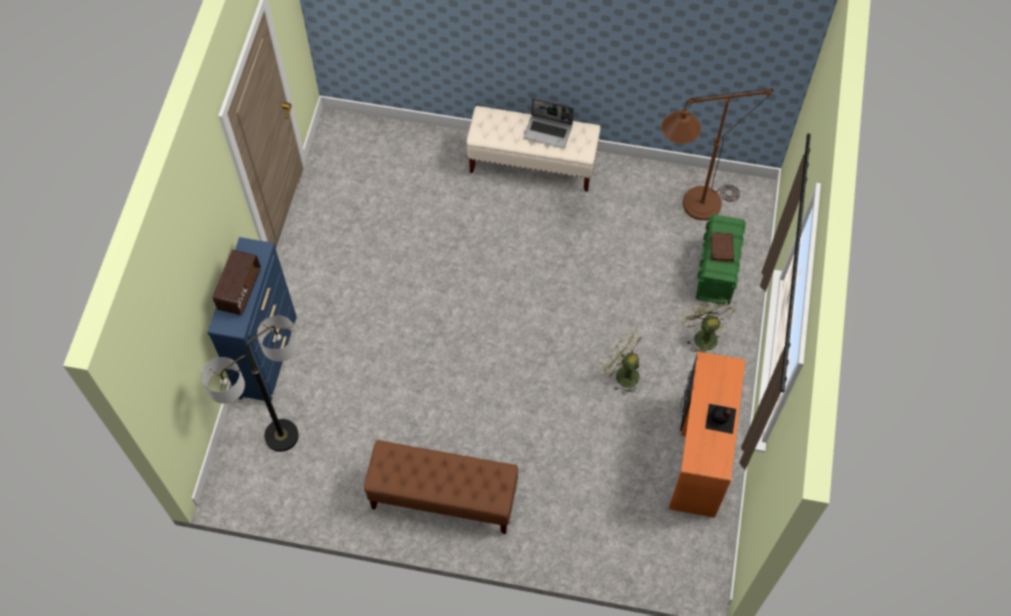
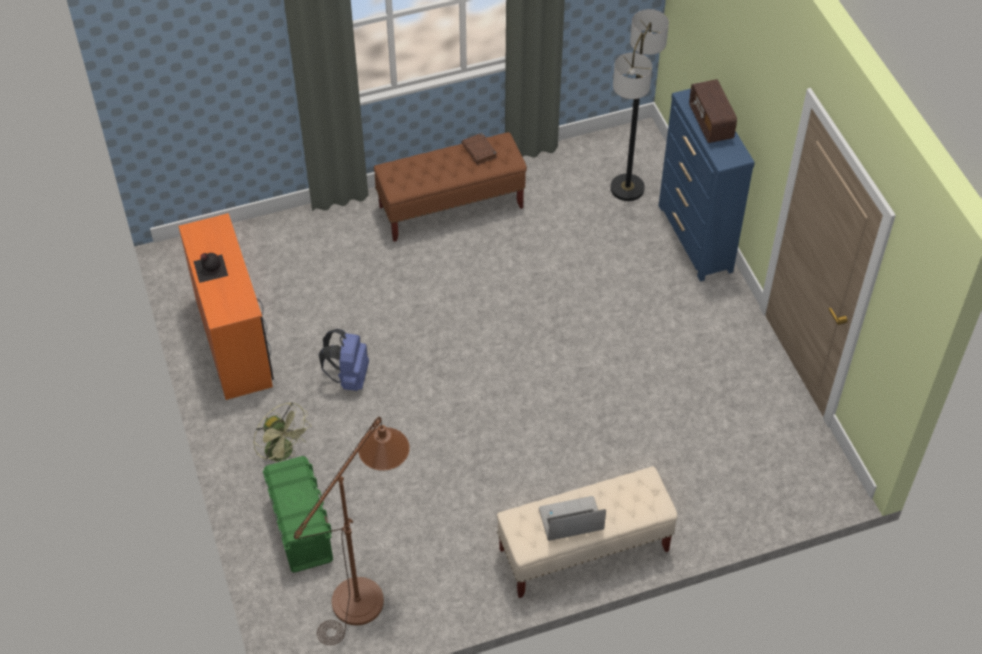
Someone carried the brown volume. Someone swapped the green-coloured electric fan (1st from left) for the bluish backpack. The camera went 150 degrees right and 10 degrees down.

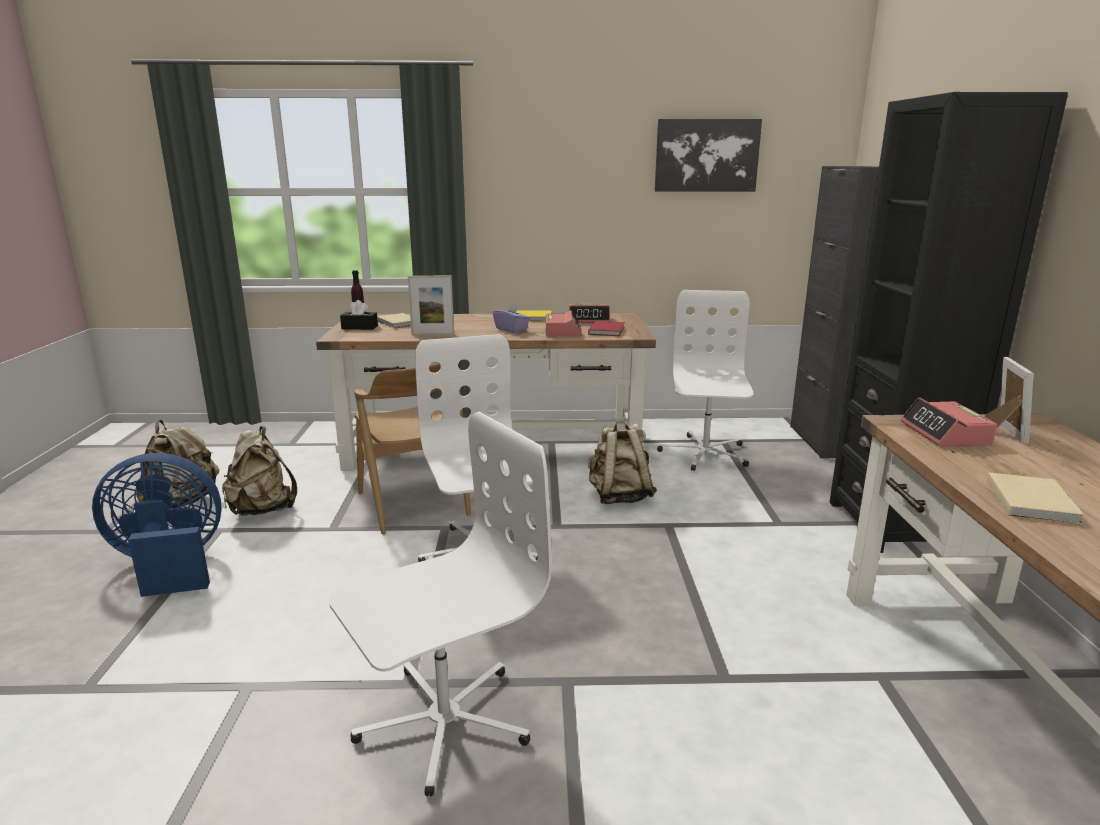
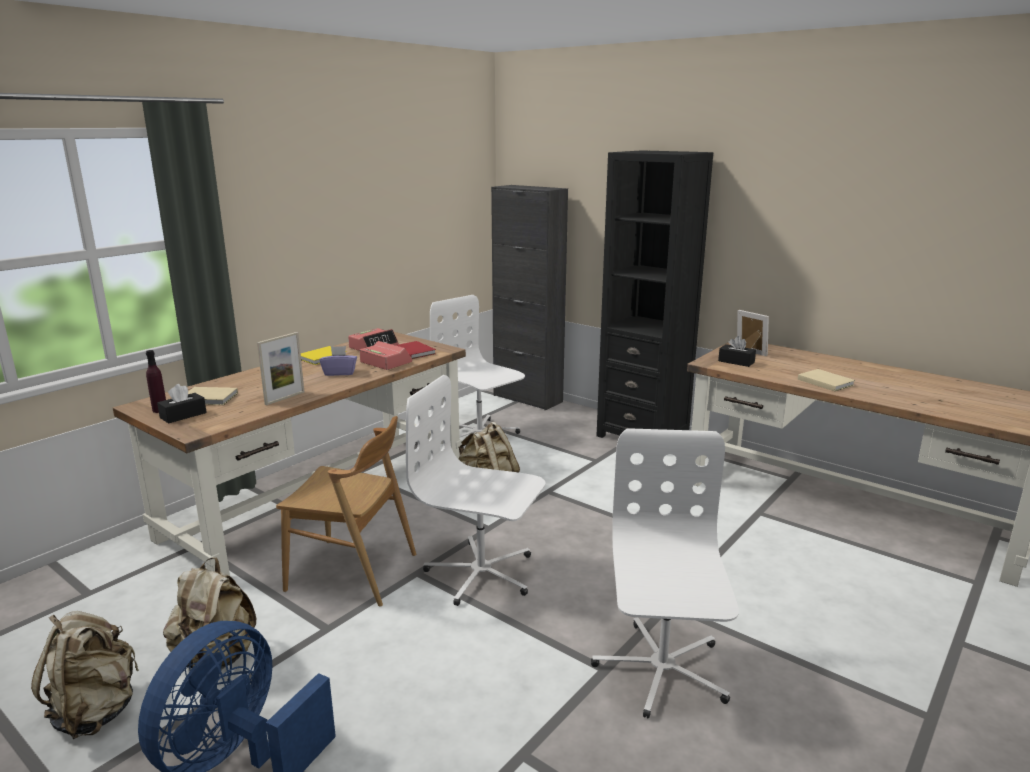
Someone took away the wall art. Someone swapped the alarm clock (3rd from left) for the blackish box of tissues (2nd from left). The camera went 50 degrees left and 0 degrees up.

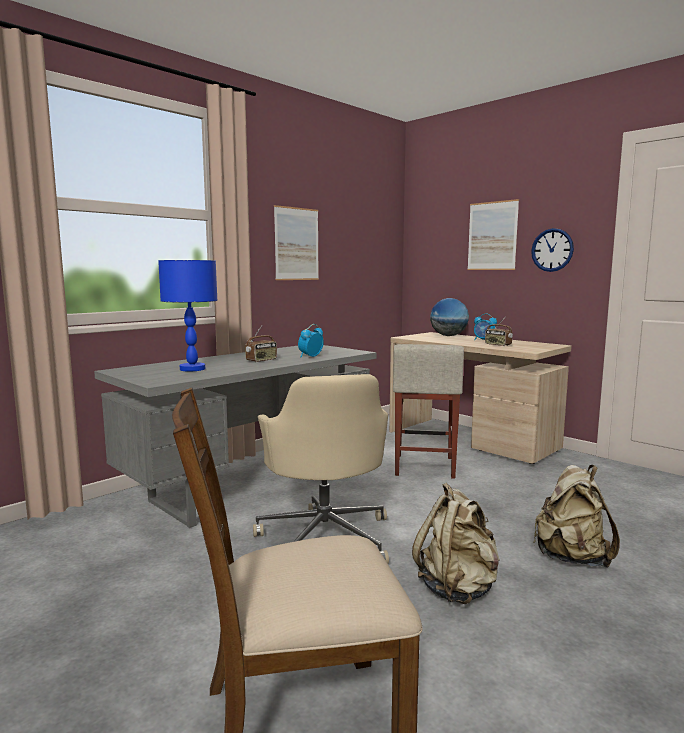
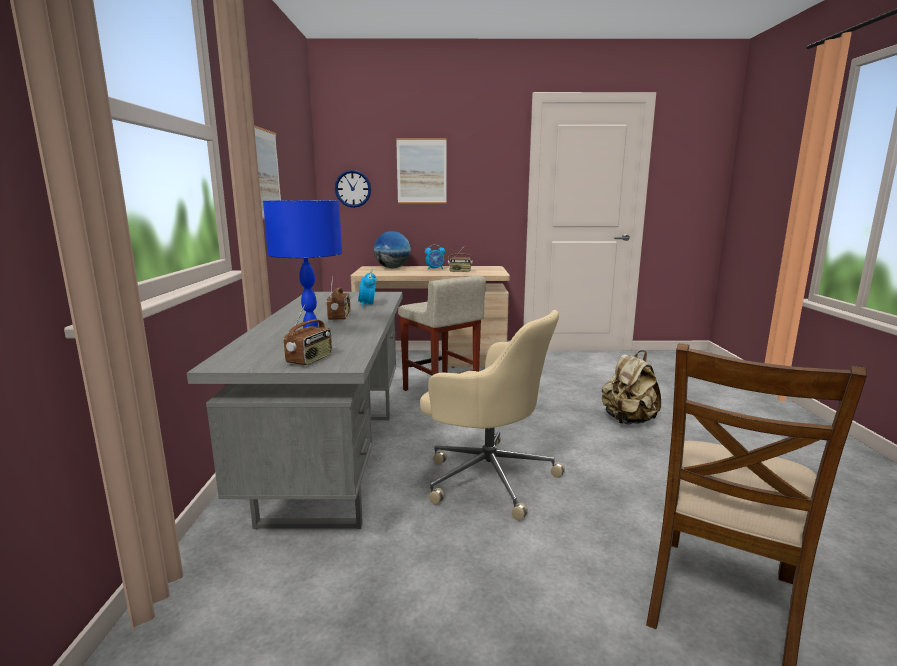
Someone carried the hanging clock. Someone took away the beige-coloured backpack (1st from left). Someone put down the radio (1st from left). The camera went 45 degrees left and 5 degrees up.

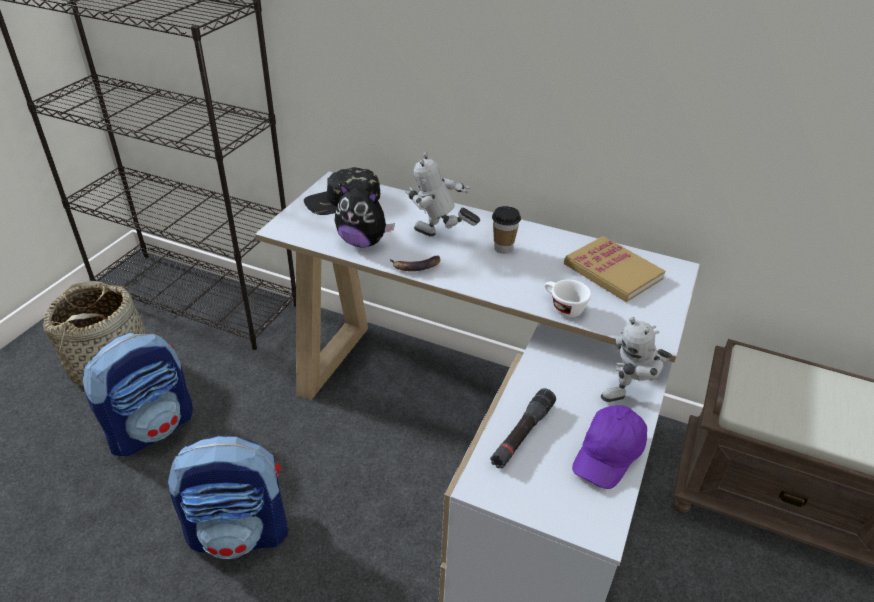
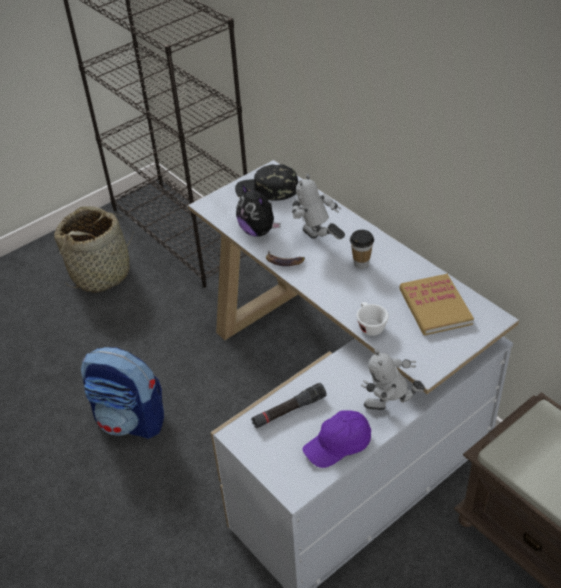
Someone took away the backpack (1st from left). The camera went 30 degrees right and 5 degrees up.

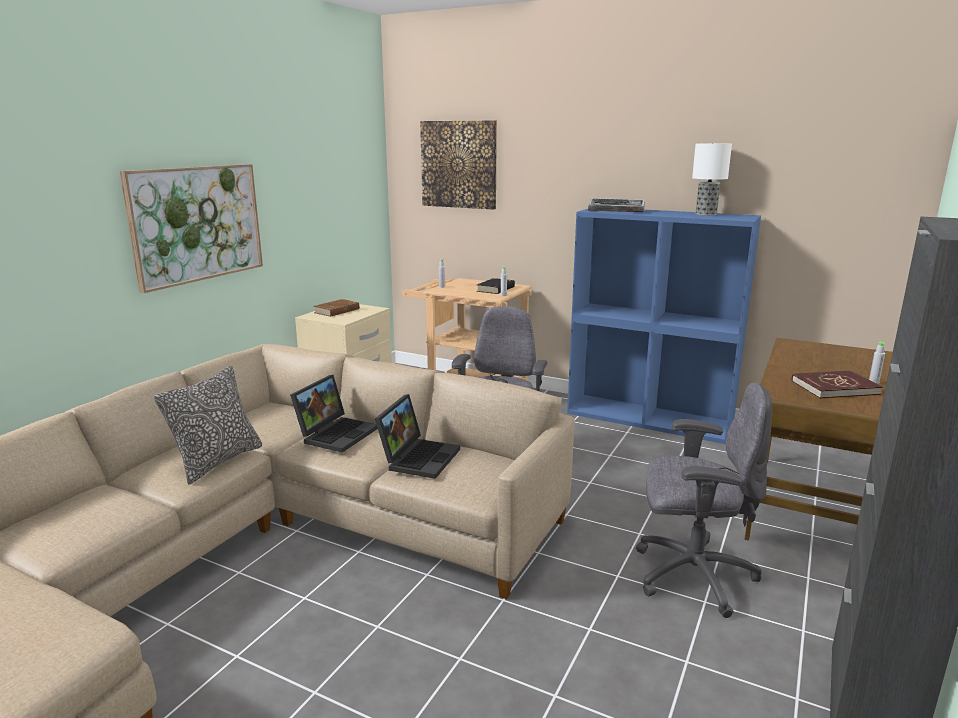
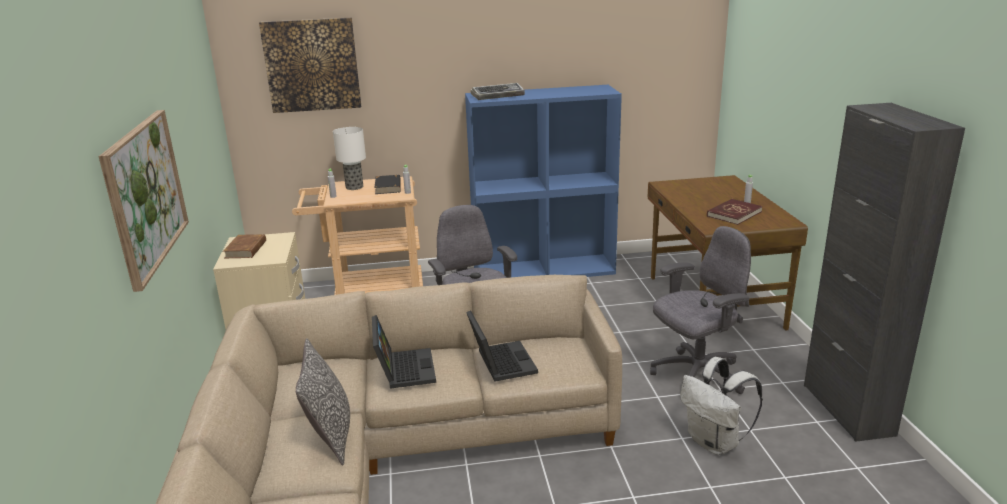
Someone carried the table lamp. Someone put down the whitish backpack. The camera went 35 degrees left and 5 degrees up.

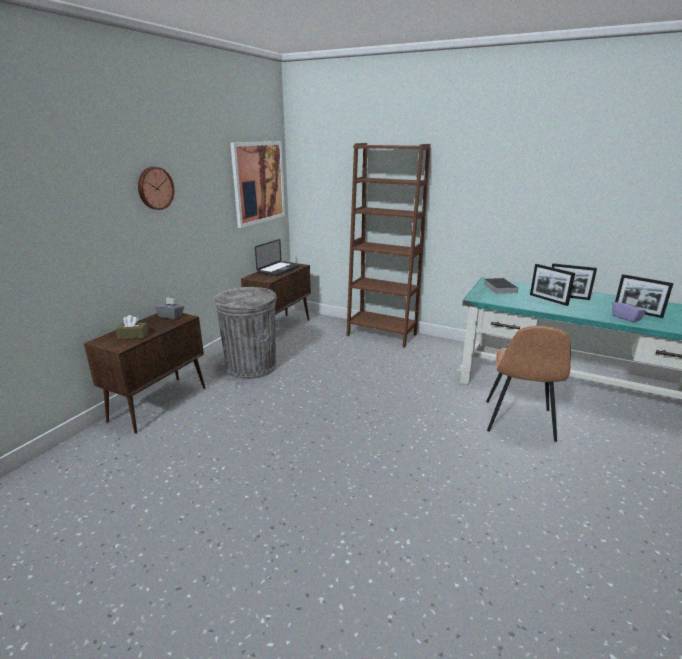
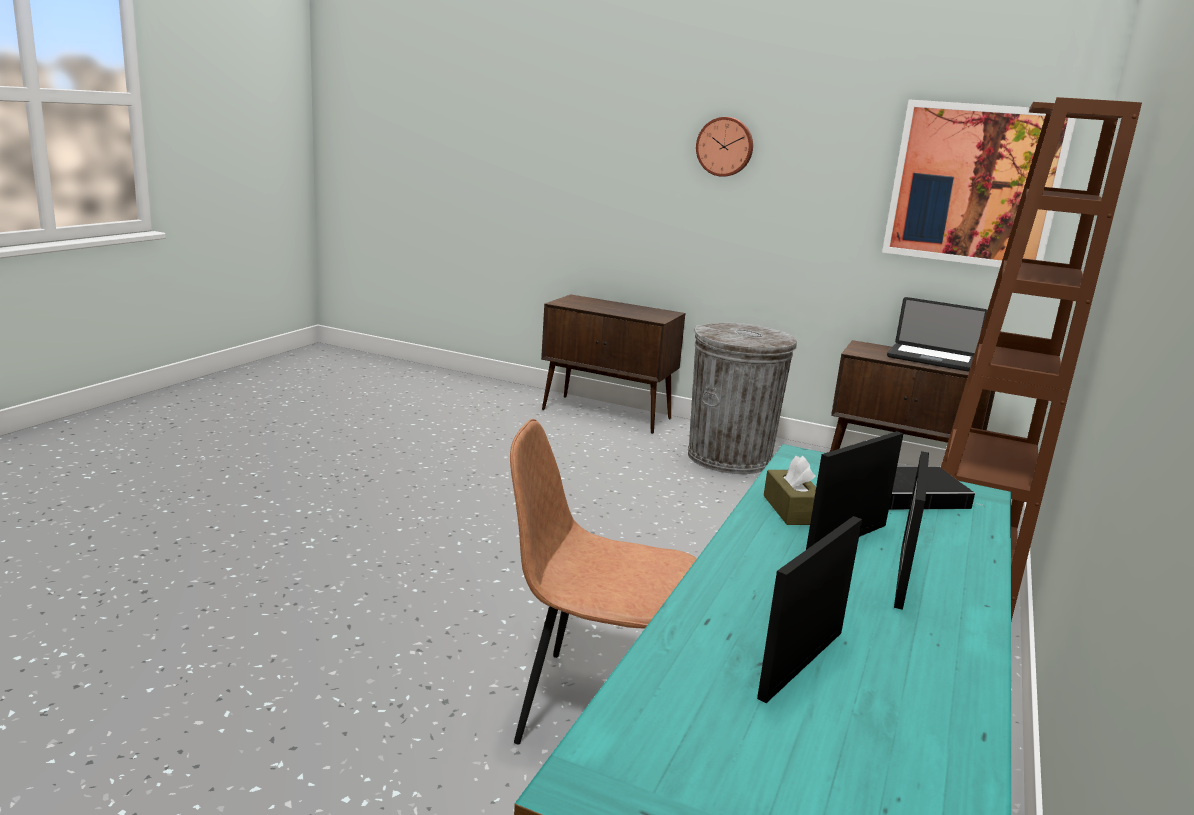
Someone took away the gray box of tissues. Someone took away the purple-coloured box of tissues. Someone carried the brown box of tissues. The camera went 85 degrees right and 5 degrees down.

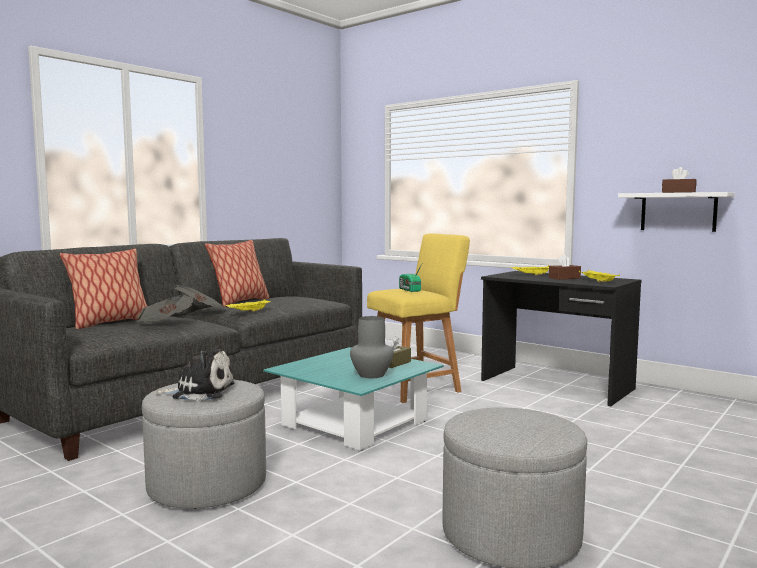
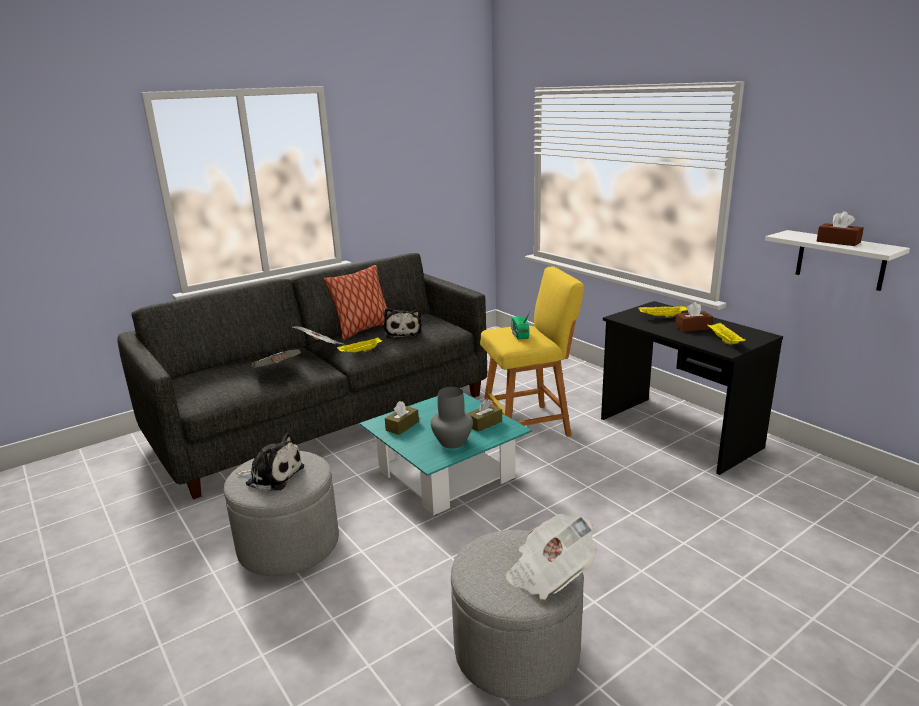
Someone took away the pillow (1st from left). Someone put down the cuddly toy (2nd from left). Someone put down the brown box of tissues (1st from left). Someone put down the newspaper (3rd from left). The camera went 15 degrees right and 15 degrees up.

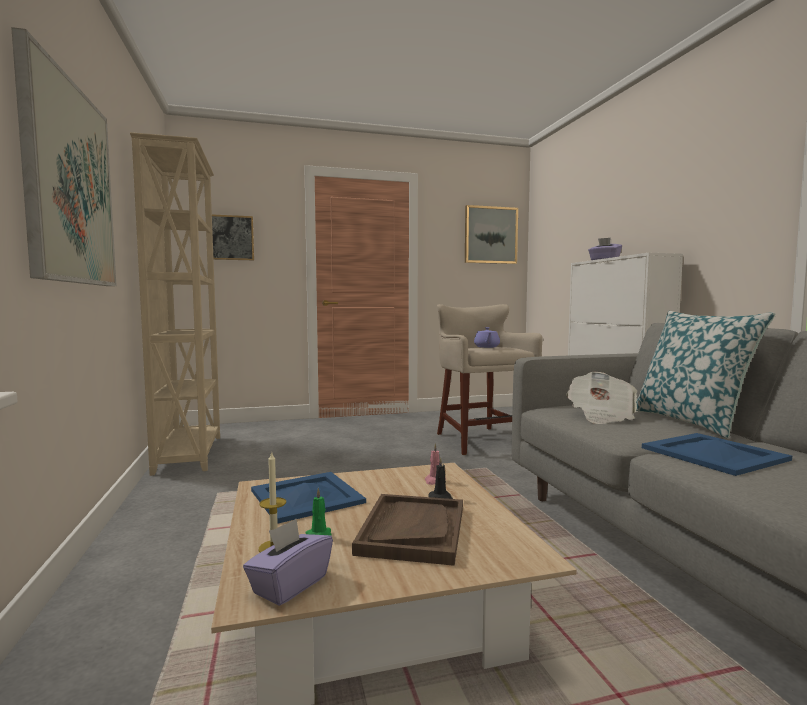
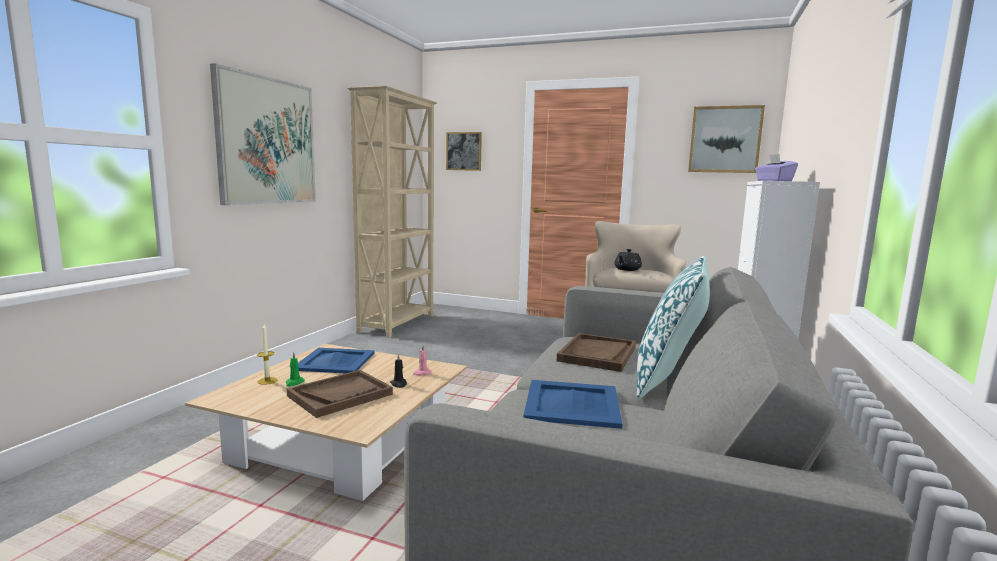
Someone repainted the purple-coloured pot for tea, which became the blackish pot for tea. Someone swapped the newspaper for the brown tray (2nd from left). Someone took away the purple-coloured box of tissues (1st from left). The camera went 35 degrees right and 5 degrees up.

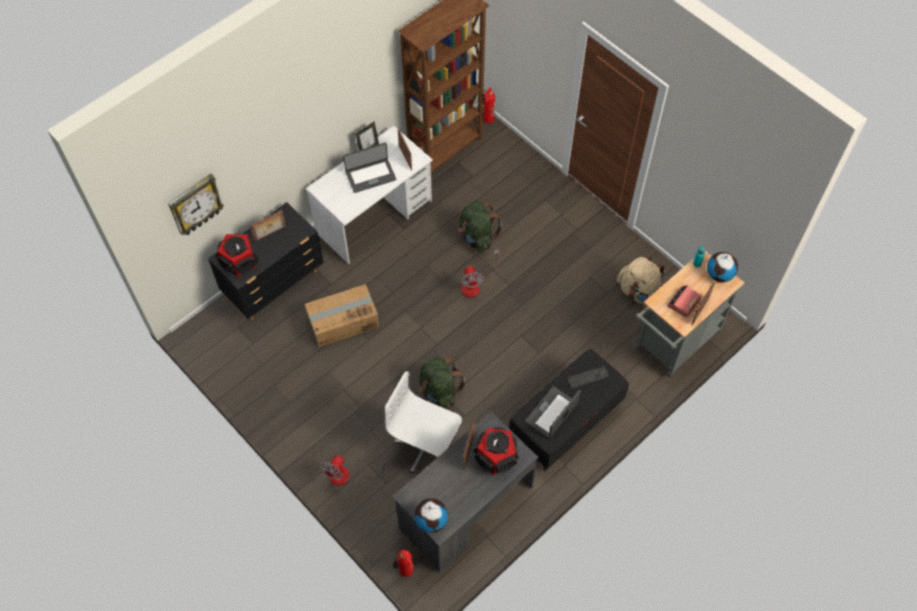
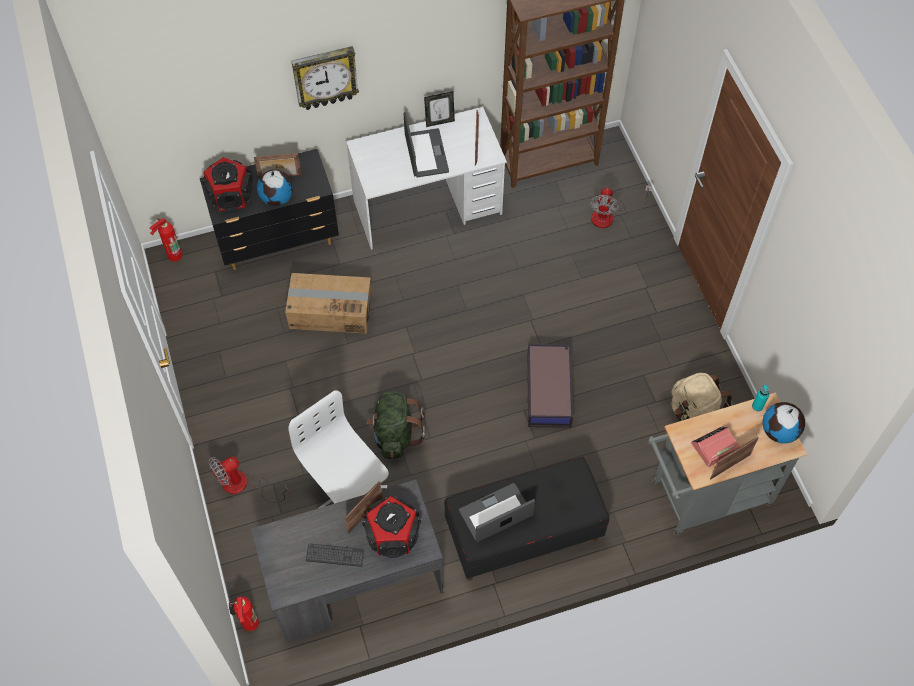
Someone carried the fire-fighting cylinder (2nd from left in the first image). Someone rotated the notebook computer (1st from left) by 105 degrees counterclockwise. Someone carried the hanging clock. Someone took away the green-coloured backpack (2nd from left). Someone carried the electric fan (2nd from left). Someone carried the keyboard. Someone carried the globe (1st from left). Someone put down the storage box. The camera went 25 degrees right and 0 degrees up.

